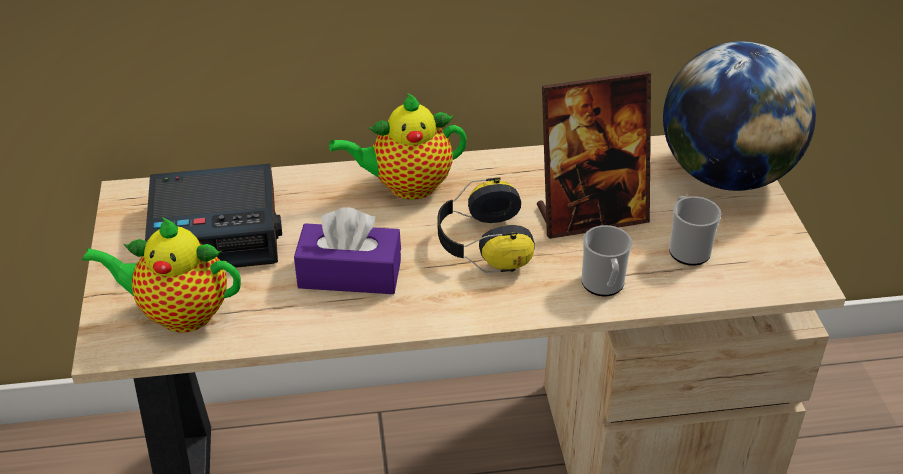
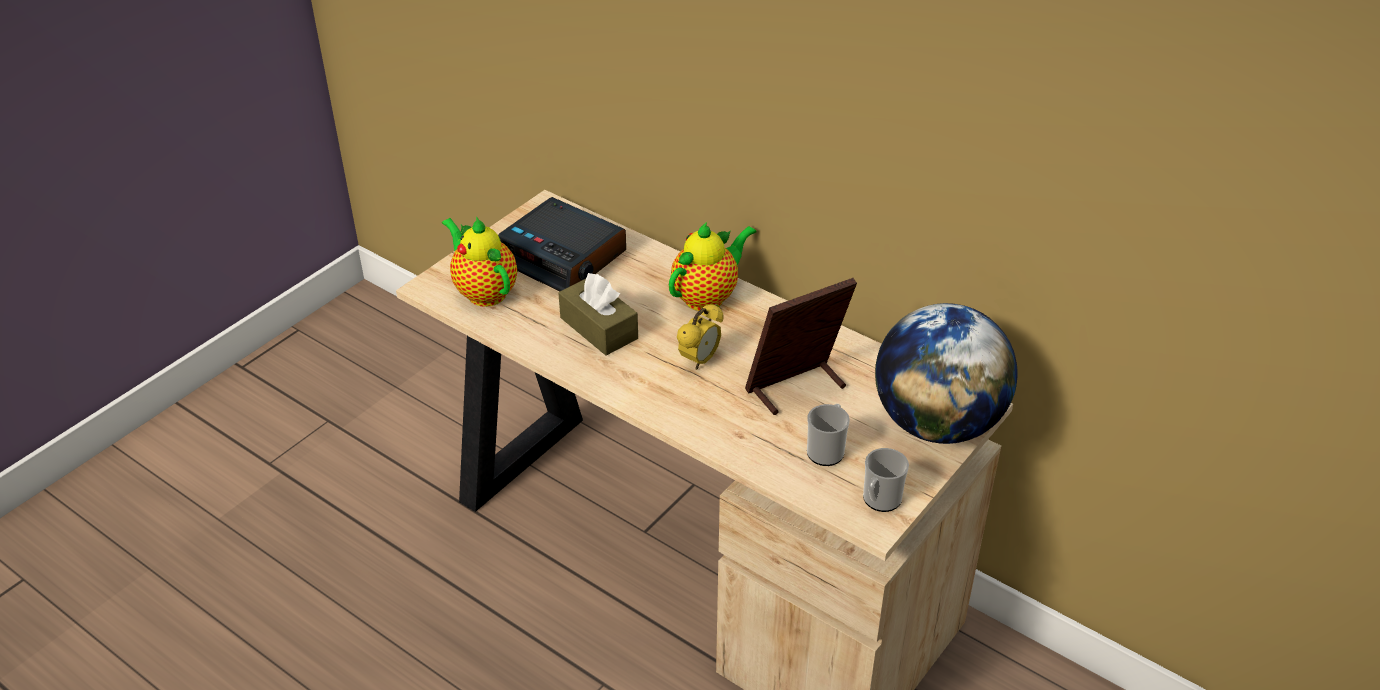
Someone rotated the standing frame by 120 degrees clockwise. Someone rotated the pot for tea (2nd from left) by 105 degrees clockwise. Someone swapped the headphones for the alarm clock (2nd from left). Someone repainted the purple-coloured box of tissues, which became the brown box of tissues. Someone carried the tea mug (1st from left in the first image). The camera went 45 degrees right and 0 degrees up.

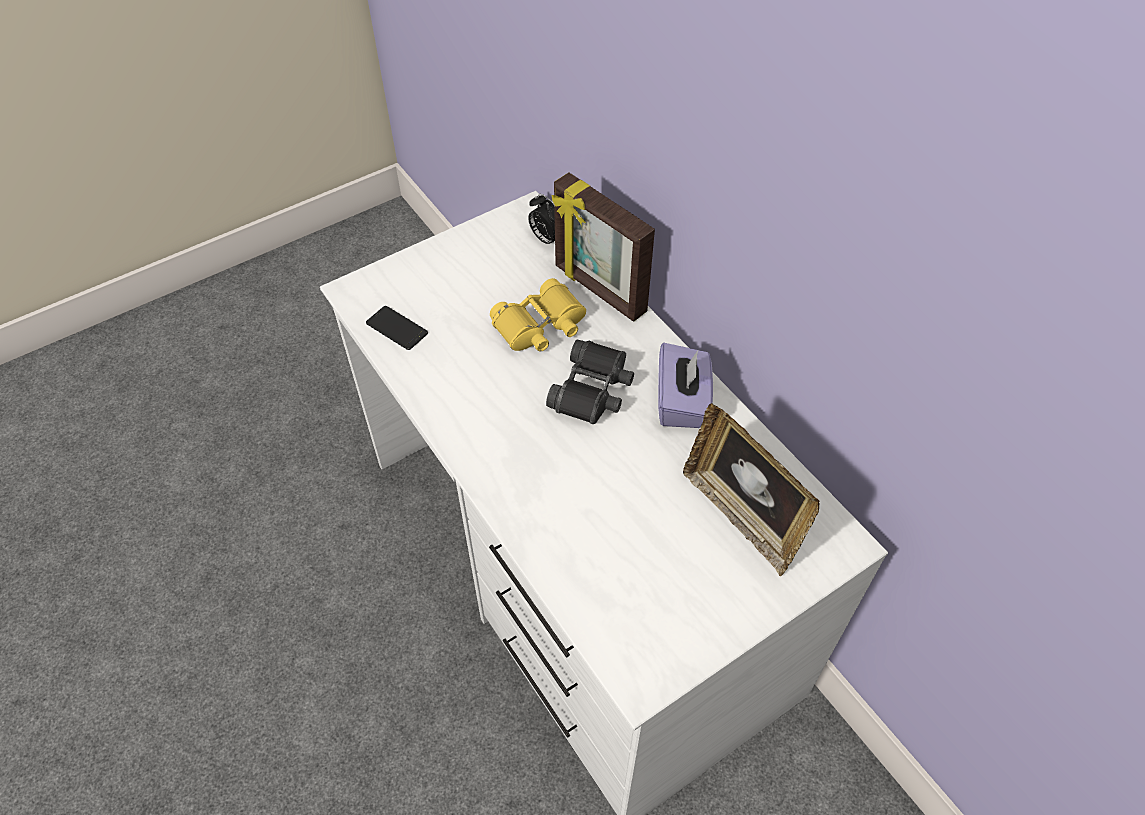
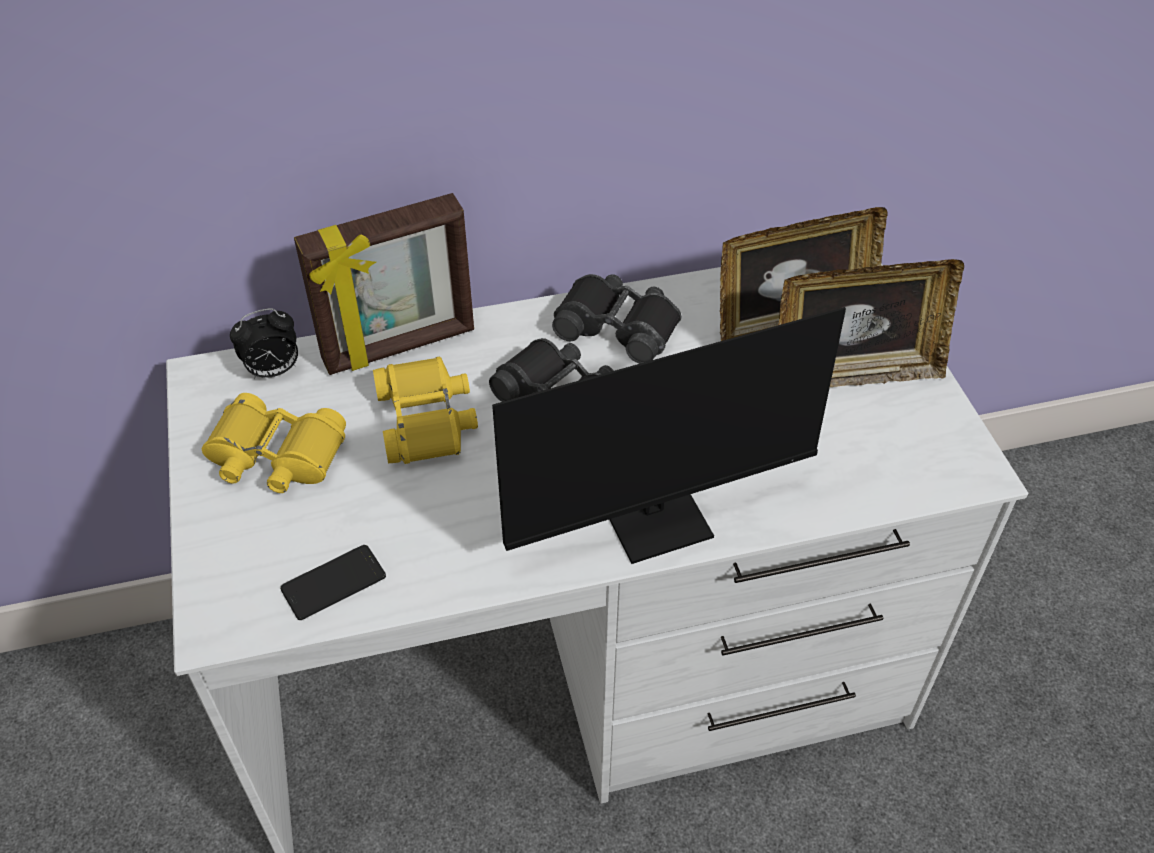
Someone swapped the purple-coloured box of tissues for the blackish pair of binoculars (2nd from left). Someone put down the standing frame (3rd from left). Someone put down the monitor. Someone put down the yellow-coloured pair of binoculars (1st from left). The camera went 70 degrees left and 5 degrees down.

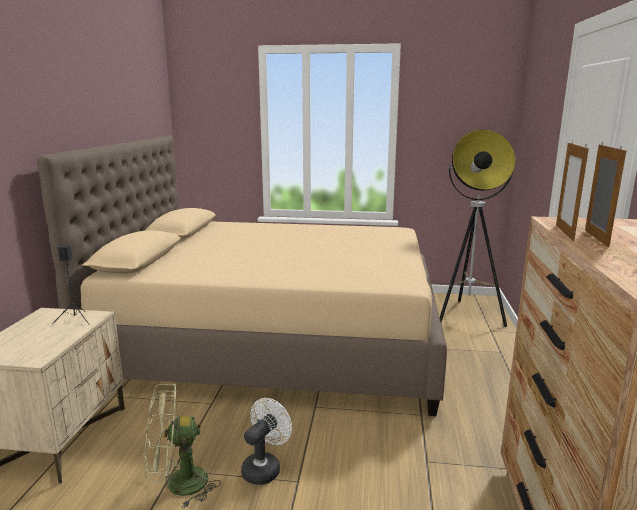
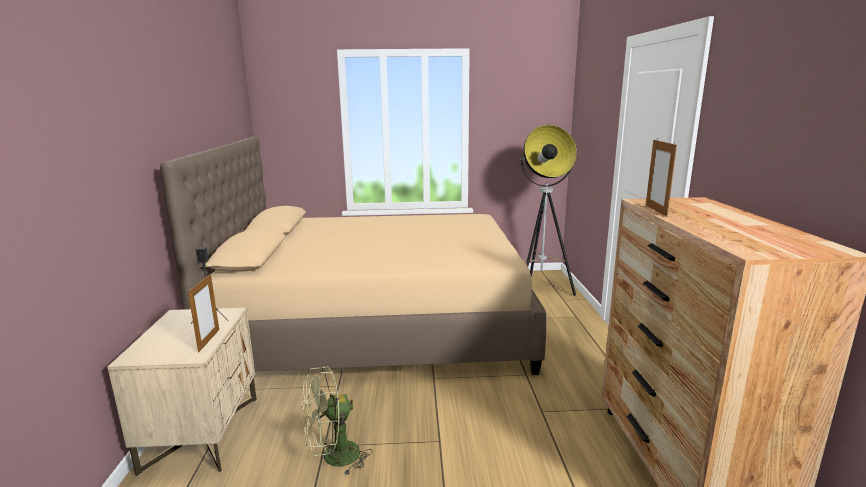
Someone carried the standing frame (2nd from left in the first image). Someone took away the whitish electric fan. The camera went 10 degrees left and 0 degrees up.

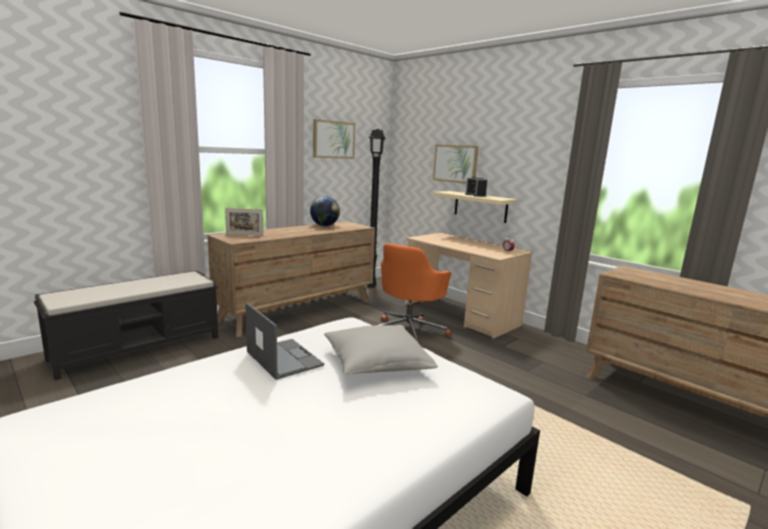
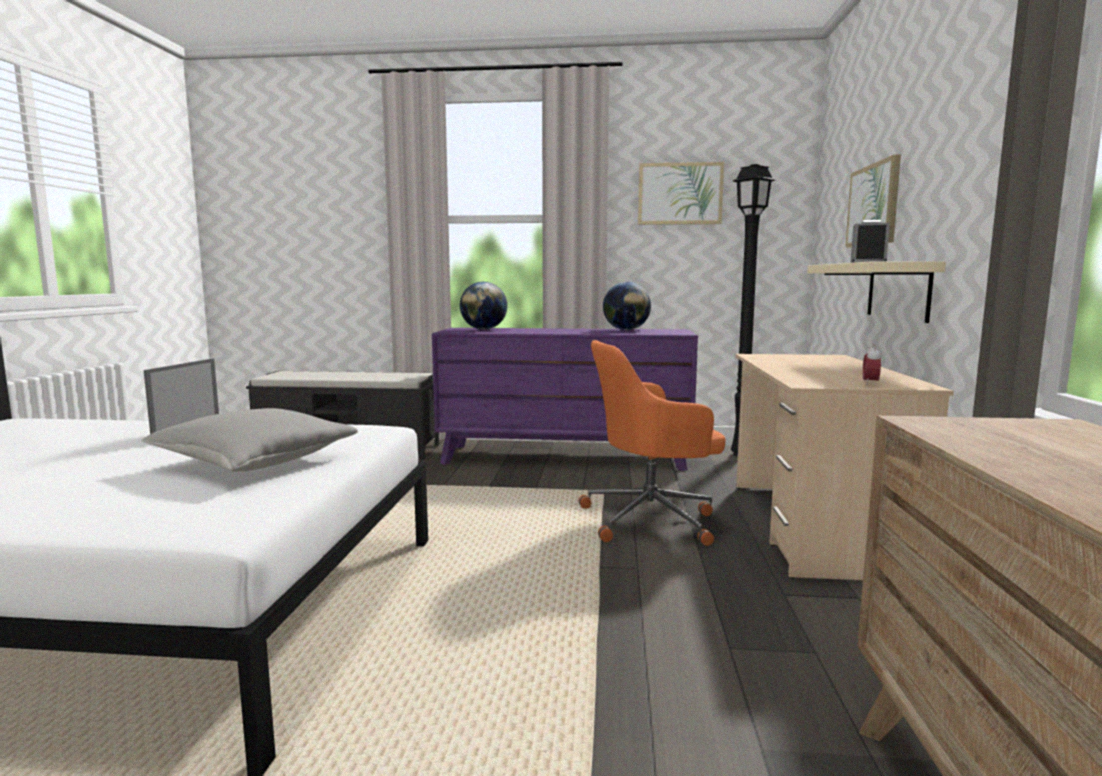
Someone swapped the standing frame for the globe (1st from left). Someone repainted the brown dresser (1st from left), which became the purple-coloured dresser. The camera went 50 degrees right and 5 degrees down.

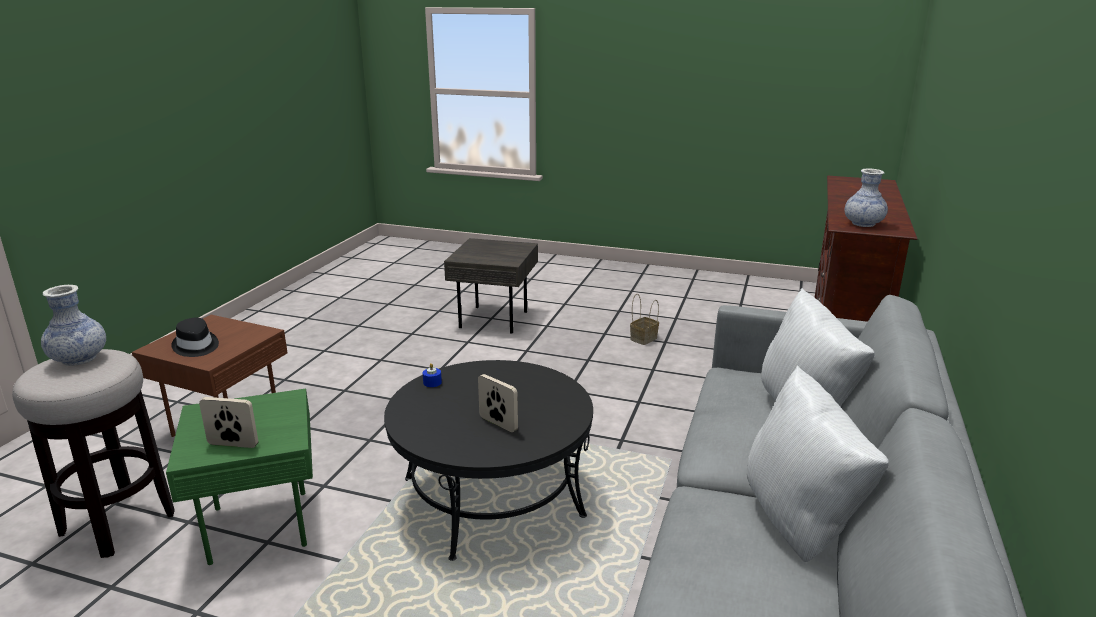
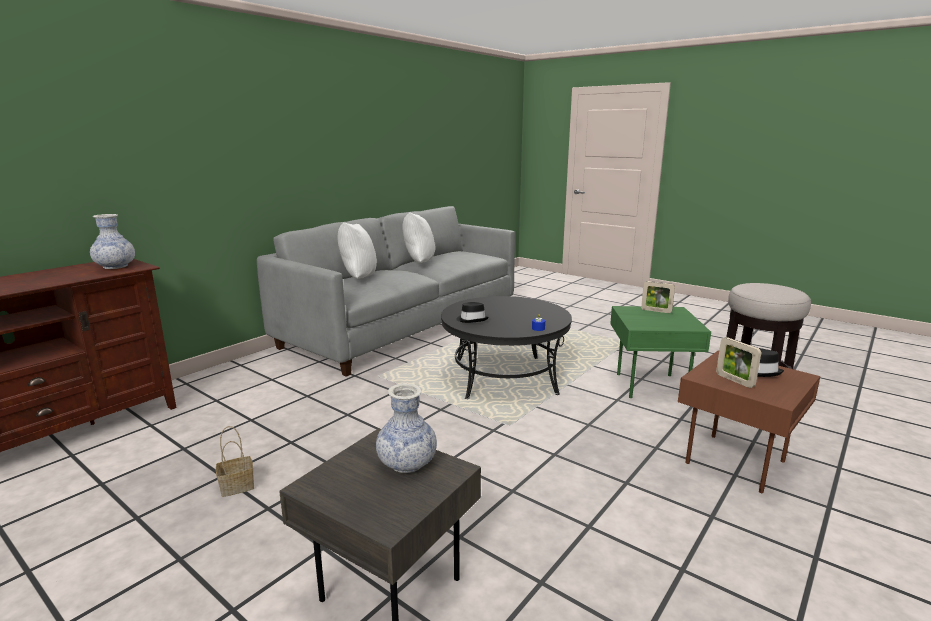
Someone carried the decorative vase (1st from left in the first image). Someone carried the standing frame (2nd from left). Someone put down the blackish clothing hat (1st from left). The camera went 160 degrees left and 5 degrees down.

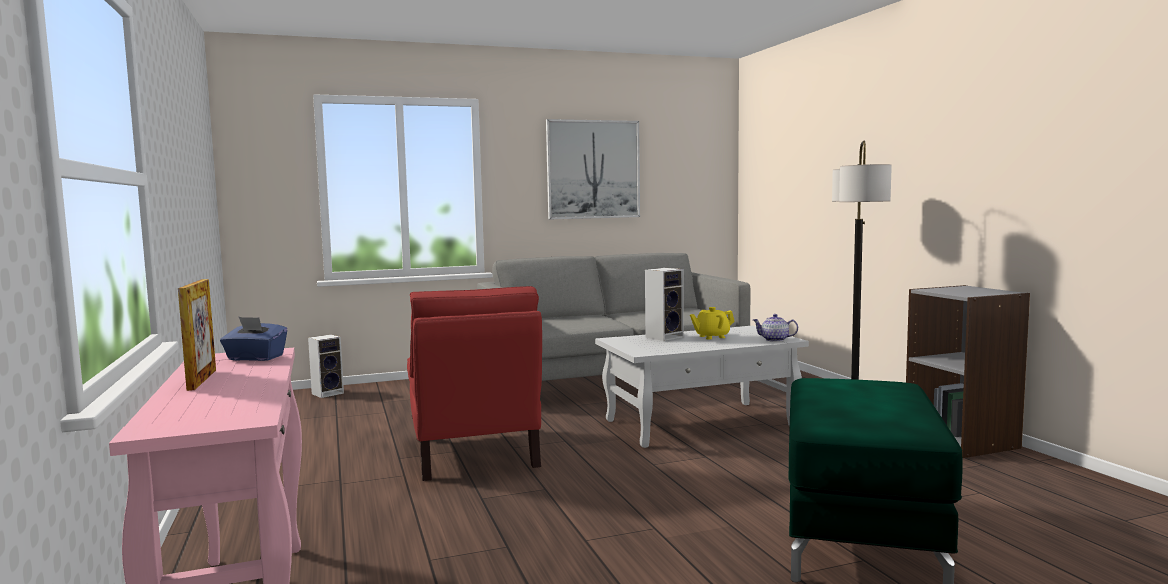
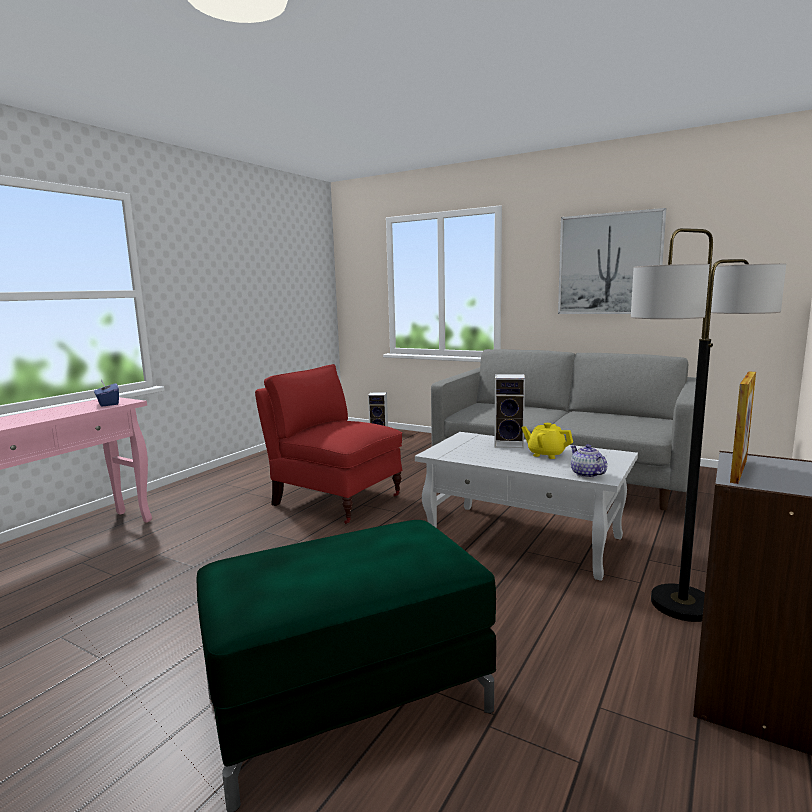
Someone carried the standing frame. Someone rotated the red-coloured easy chair by 90 degrees clockwise. The camera went 50 degrees right and 5 degrees up.

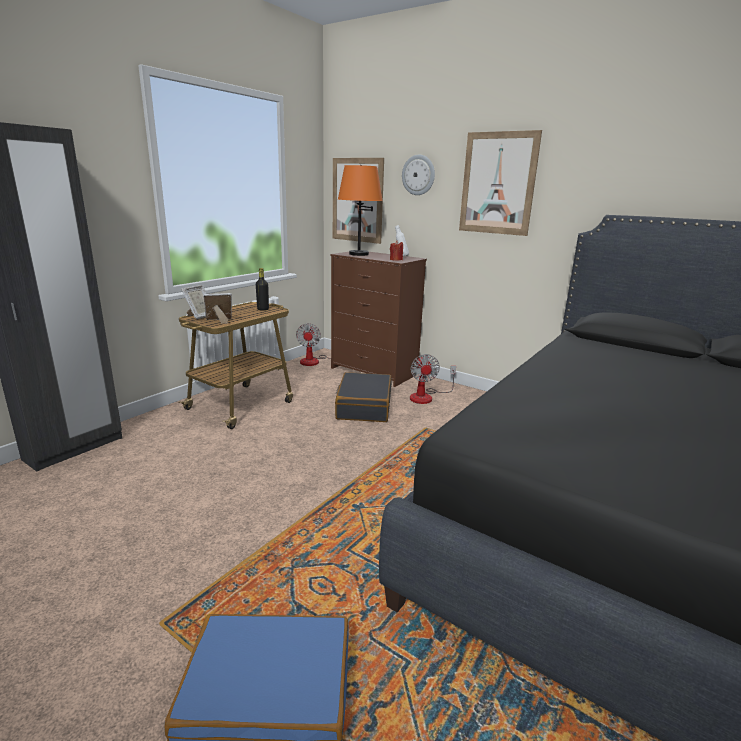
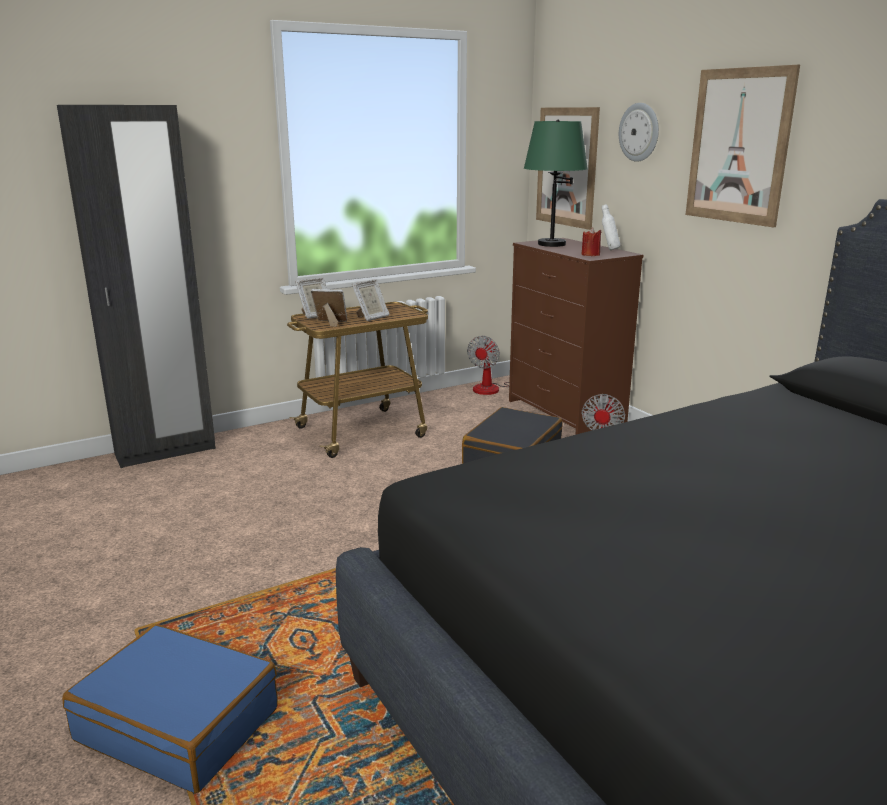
Someone repainted the orange-coloured table lamp, which became the green-coloured table lamp. Someone took away the blackish bottle. Someone put down the standing frame (3rd from left). The camera went 25 degrees right and 0 degrees up.

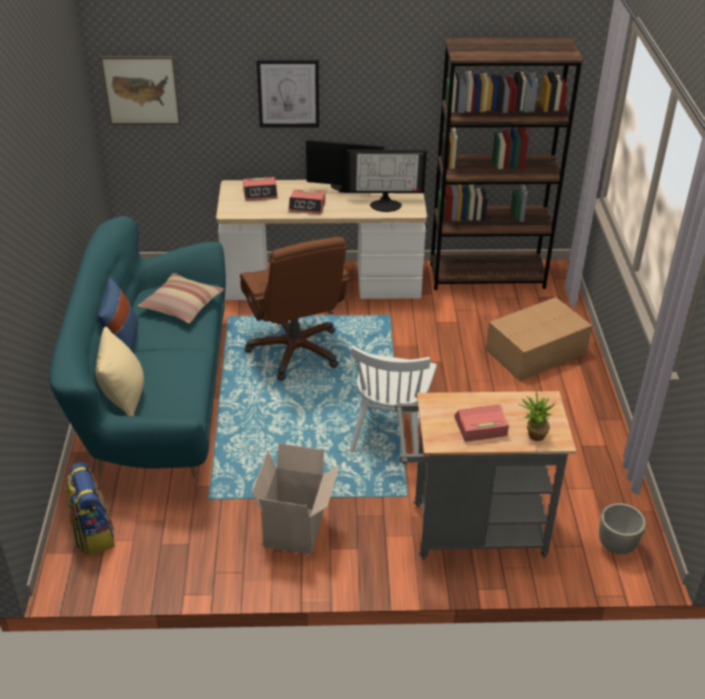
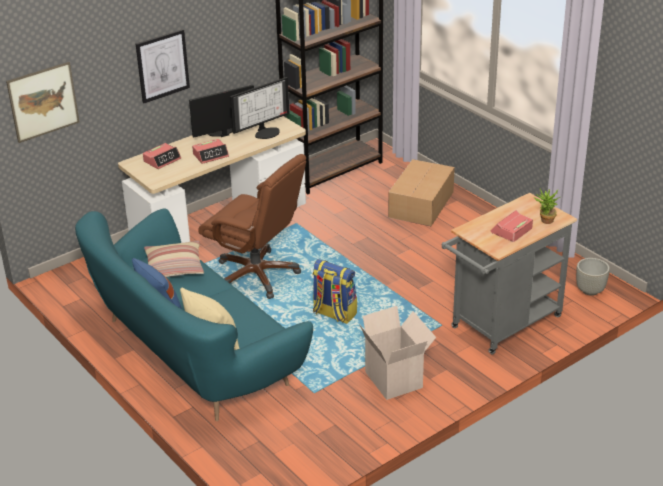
Someone took away the whitish upright chair. Someone carried the backpack. The camera went 35 degrees left and 5 degrees down.

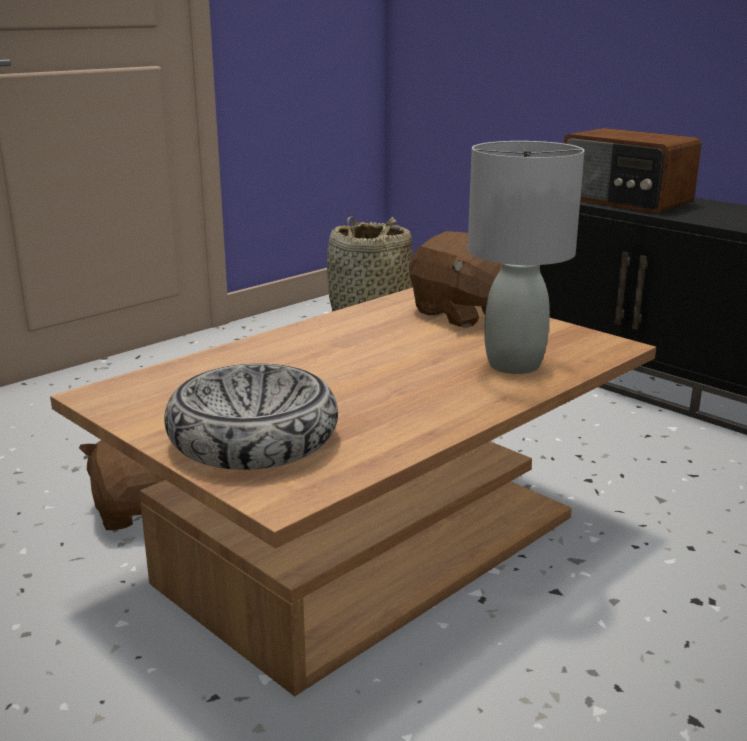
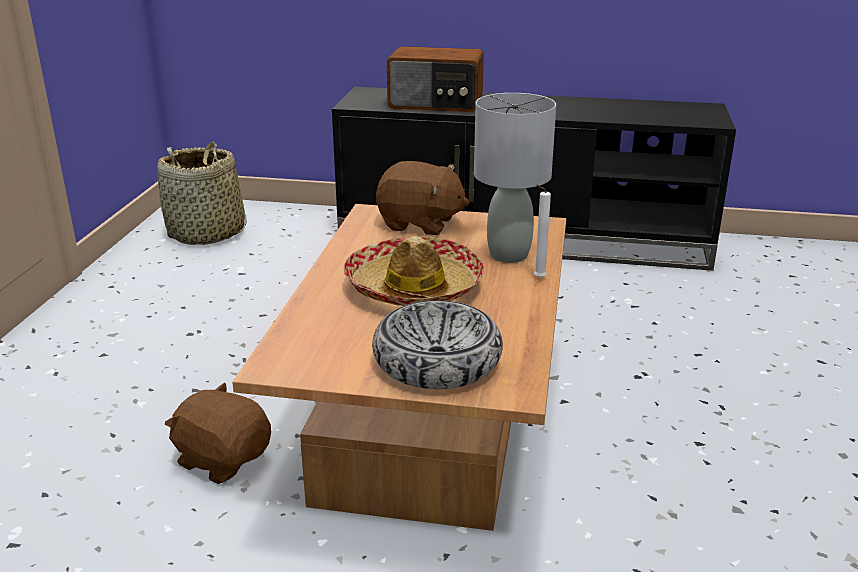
Someone put down the whitish candle. Someone put down the clothing hat. The camera went 35 degrees left and 5 degrees up.

